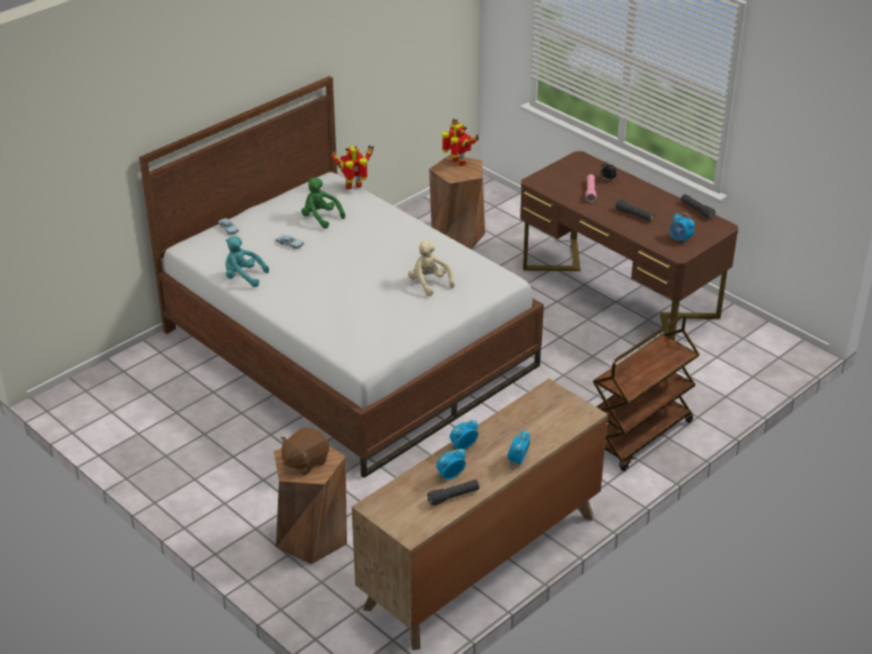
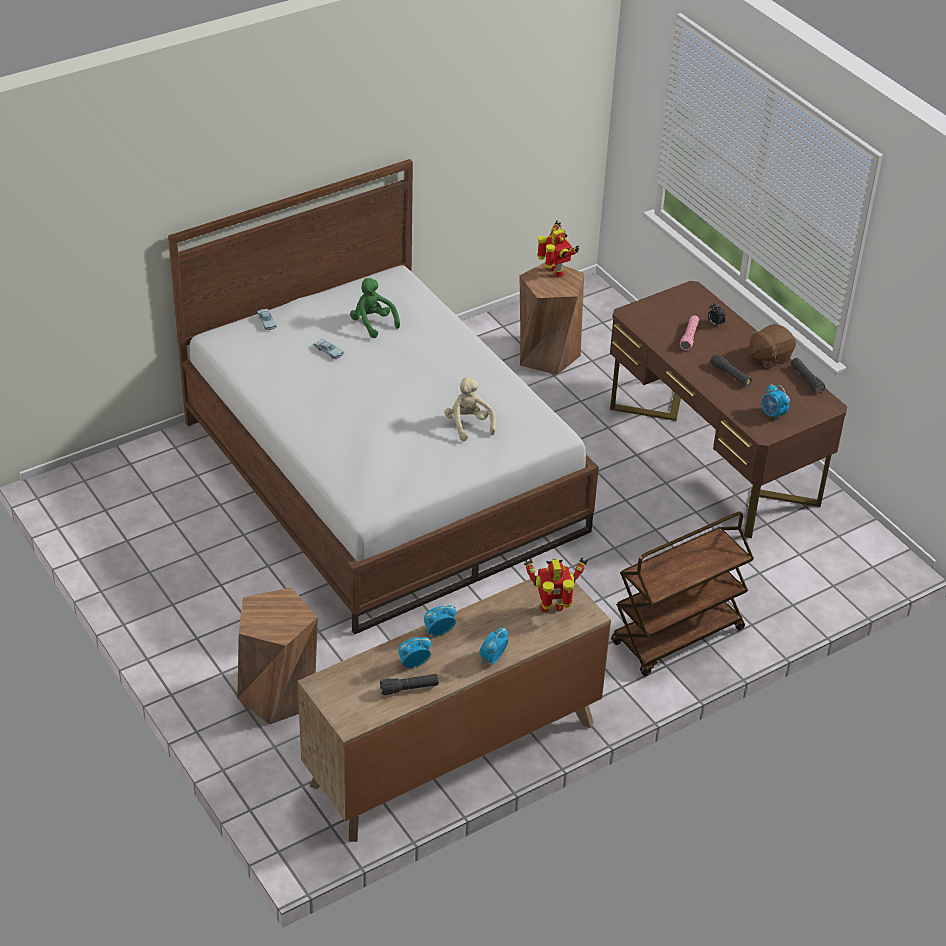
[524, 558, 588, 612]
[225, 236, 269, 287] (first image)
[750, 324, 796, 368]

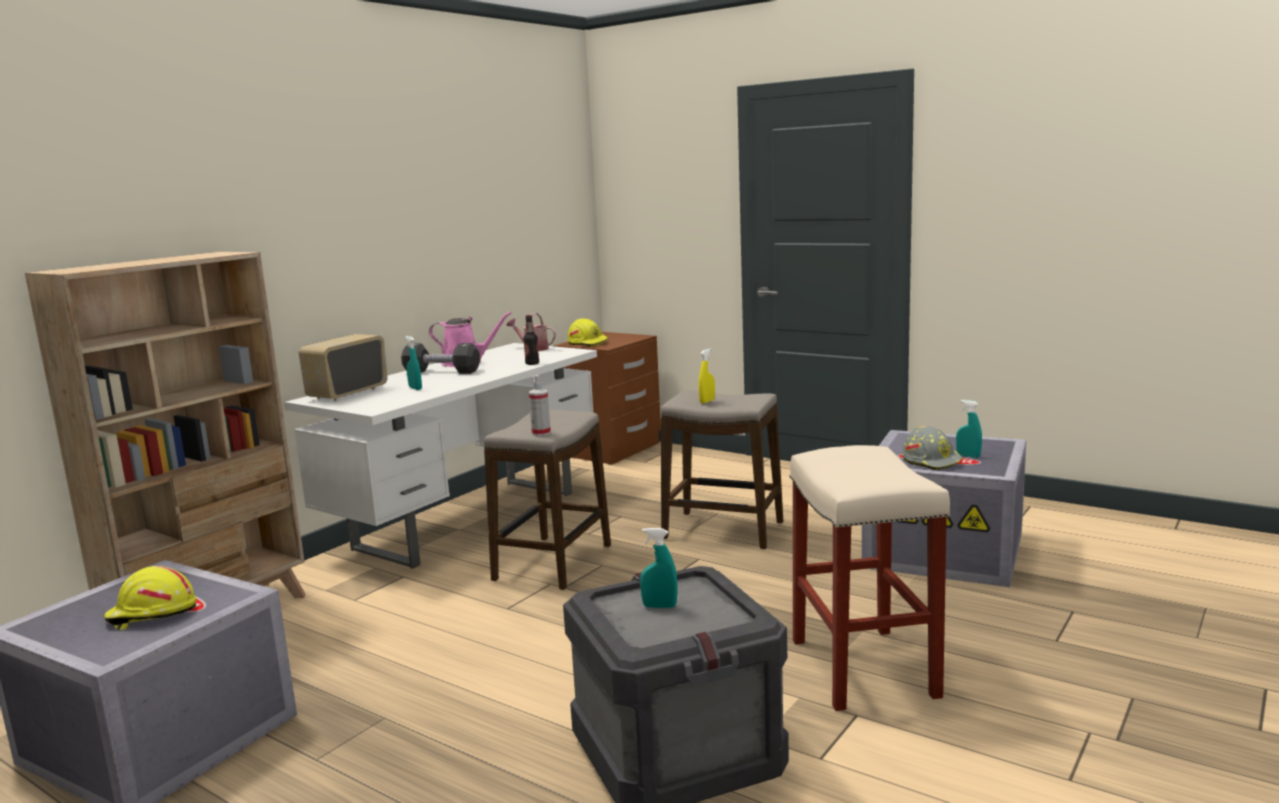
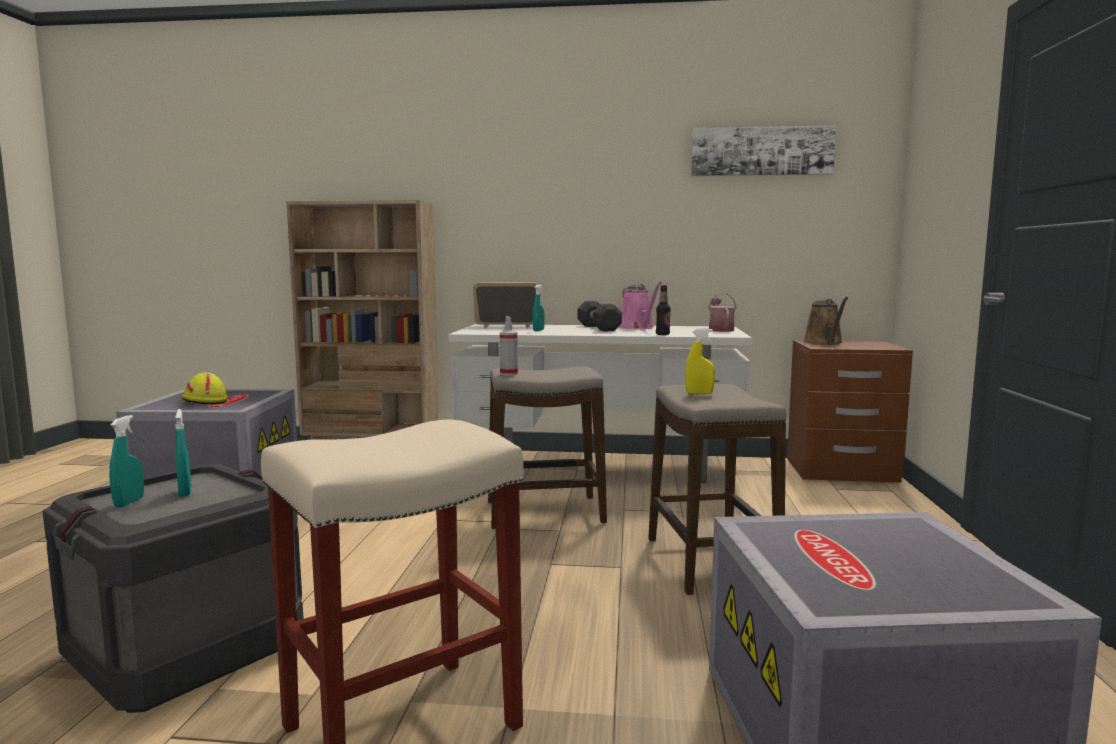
[803, 297, 848, 345]
[109, 415, 144, 507]
[902, 426, 963, 471] (first image)
[691, 125, 836, 176]

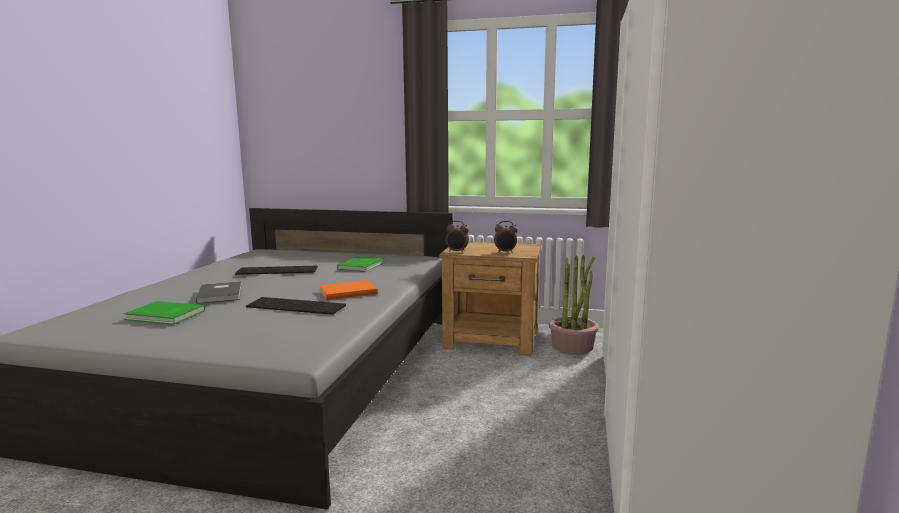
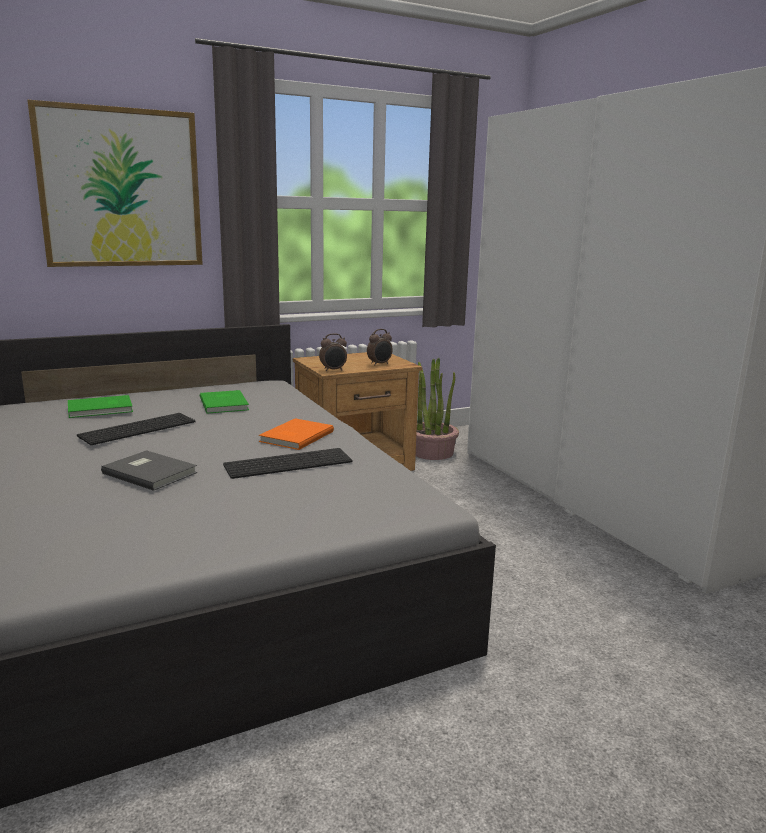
[68, 395, 133, 418]
[27, 100, 203, 267]

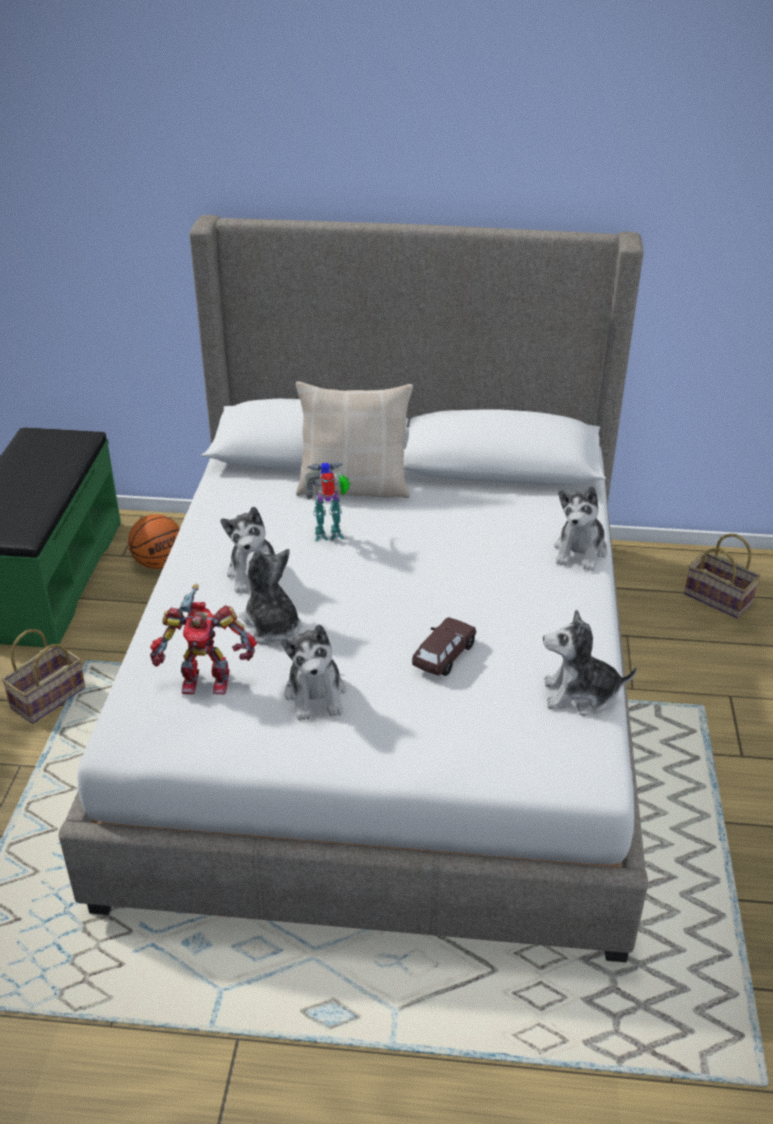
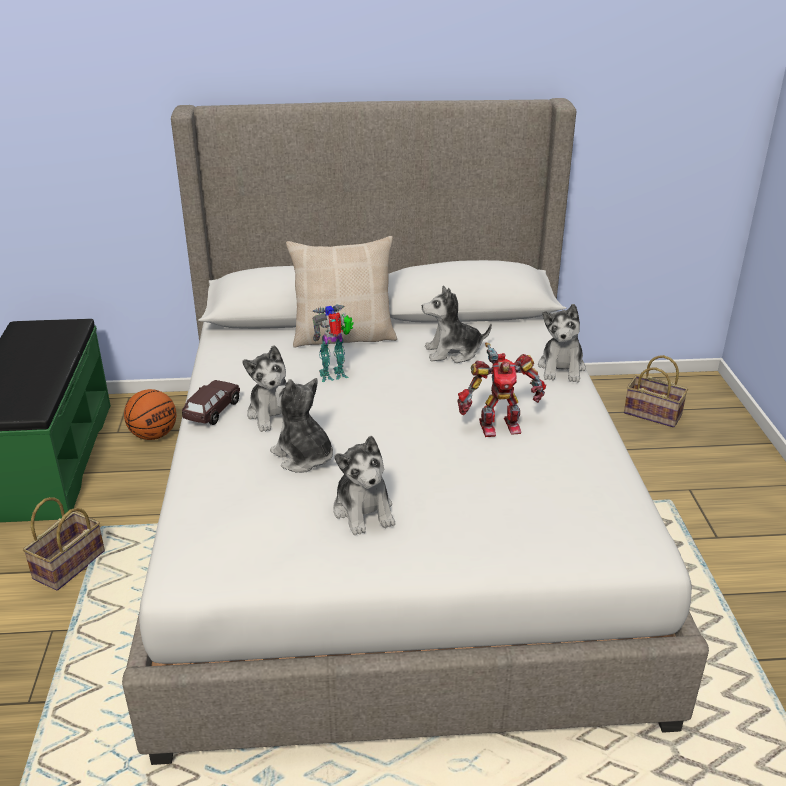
[457, 343, 546, 437]
[422, 285, 492, 363]
[182, 380, 240, 425]

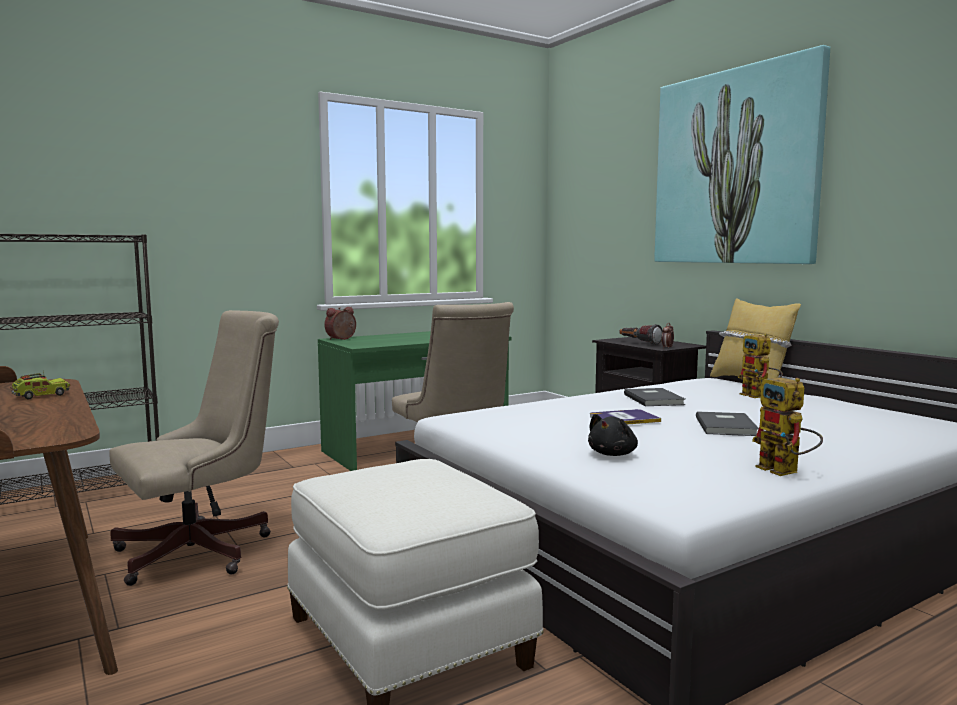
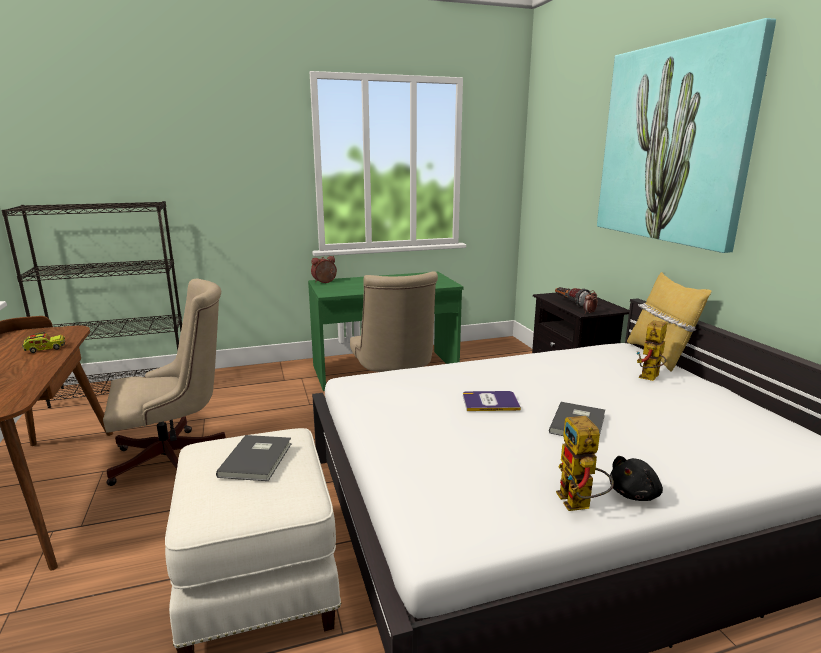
[637, 320, 667, 381]
[216, 435, 292, 481]
[609, 456, 663, 501]

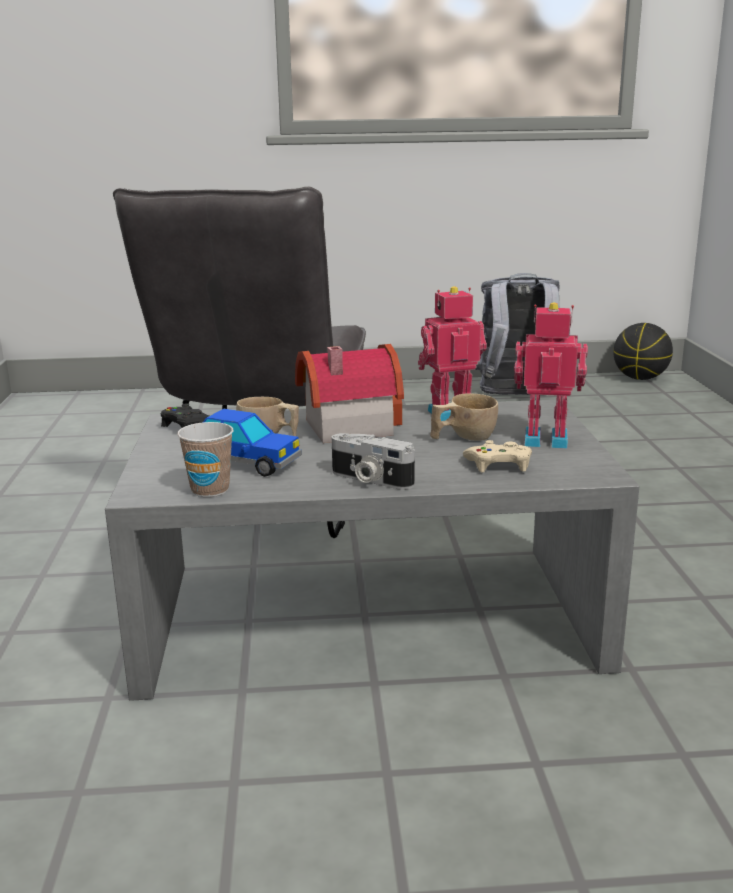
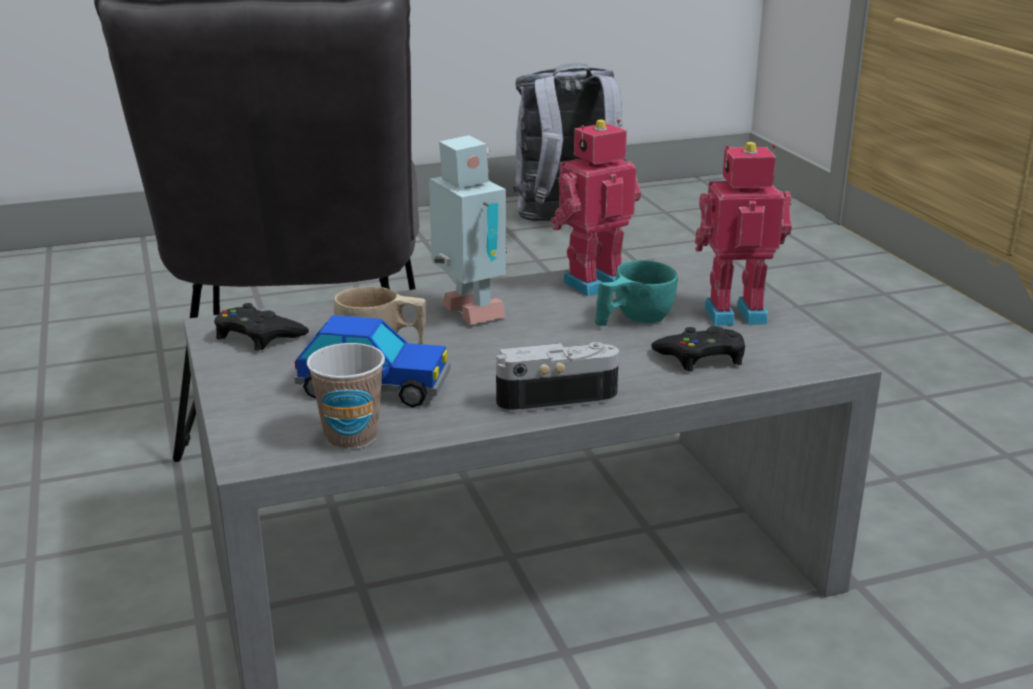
[613, 323, 673, 380] (first image)
[429, 135, 507, 325]
[595, 260, 678, 326]
[496, 342, 619, 413]
[651, 326, 745, 372]

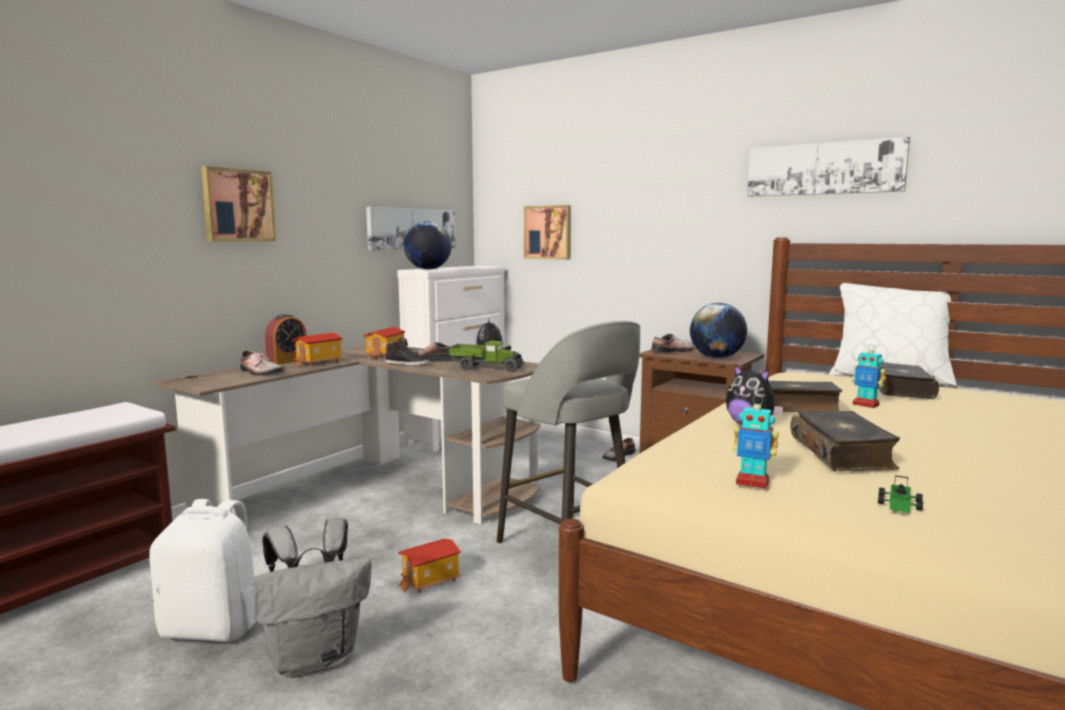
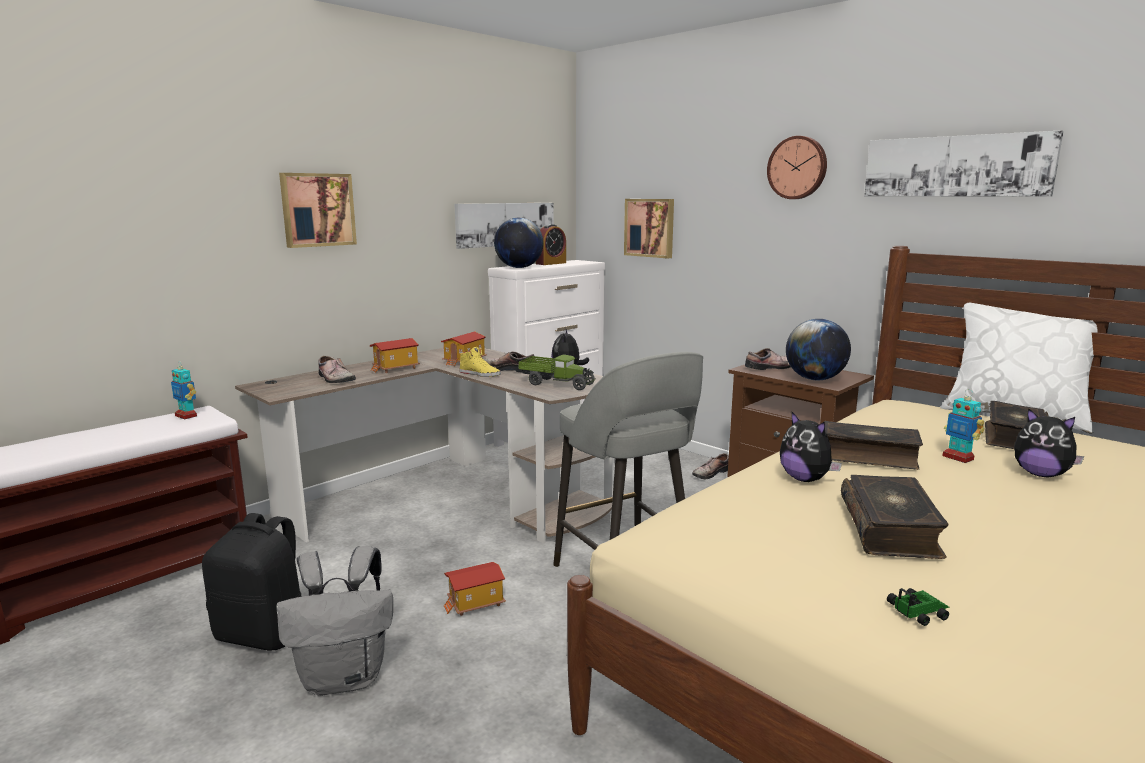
[536, 224, 566, 265]
[459, 347, 501, 377]
[171, 362, 197, 419]
[887, 588, 950, 626]
[202, 513, 302, 651]
[767, 136, 827, 199]
[1014, 408, 1085, 477]

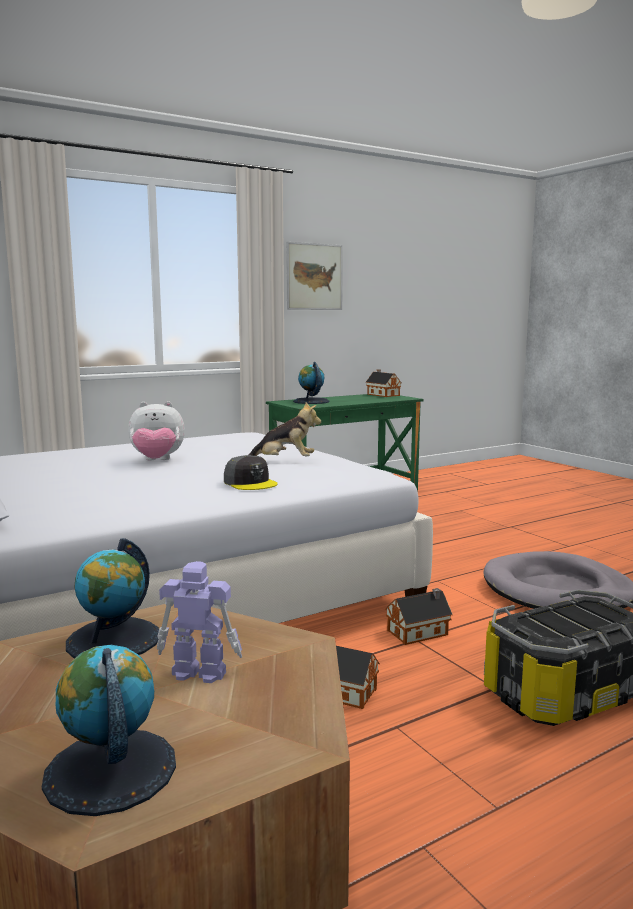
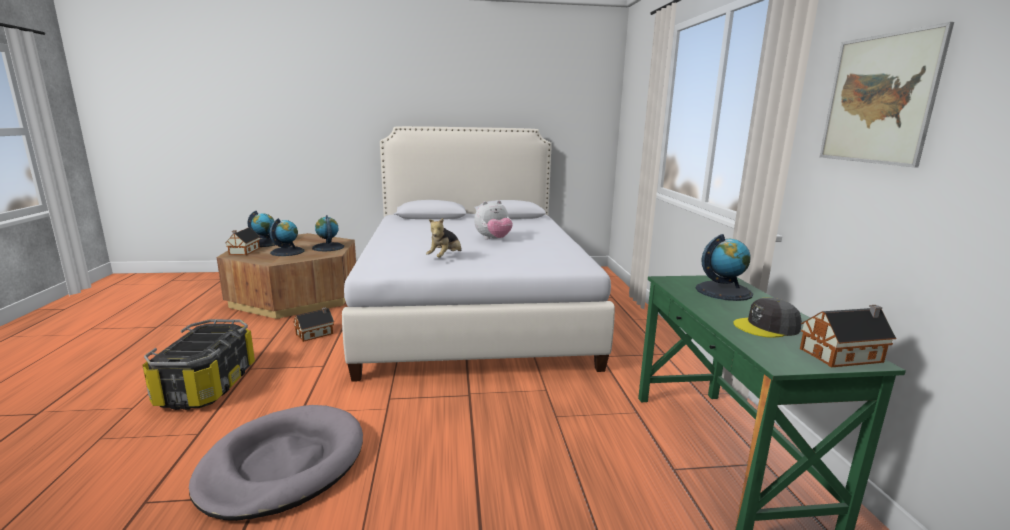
[474, 200, 513, 239]
[733, 297, 802, 338]
[270, 218, 304, 256]
[226, 228, 260, 255]

